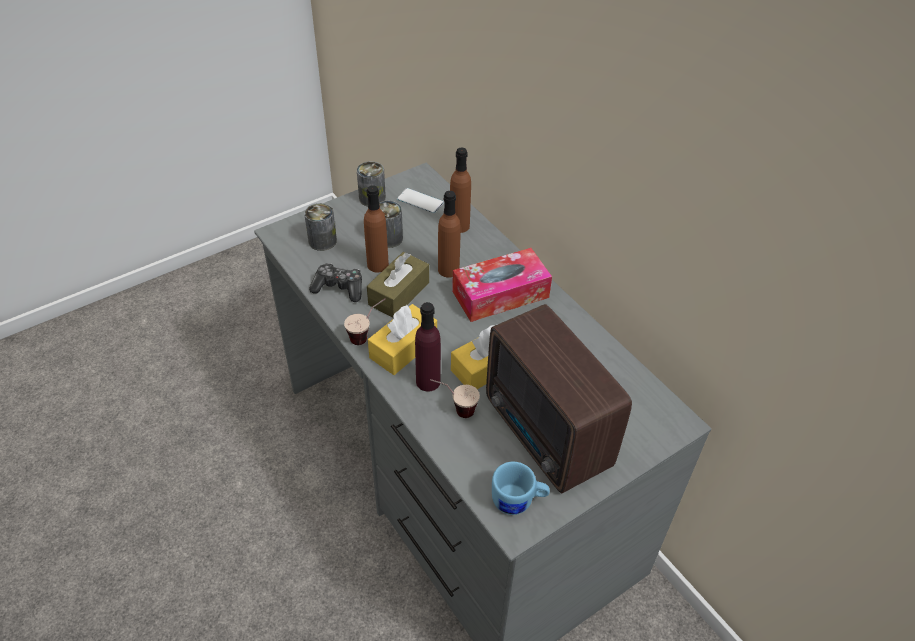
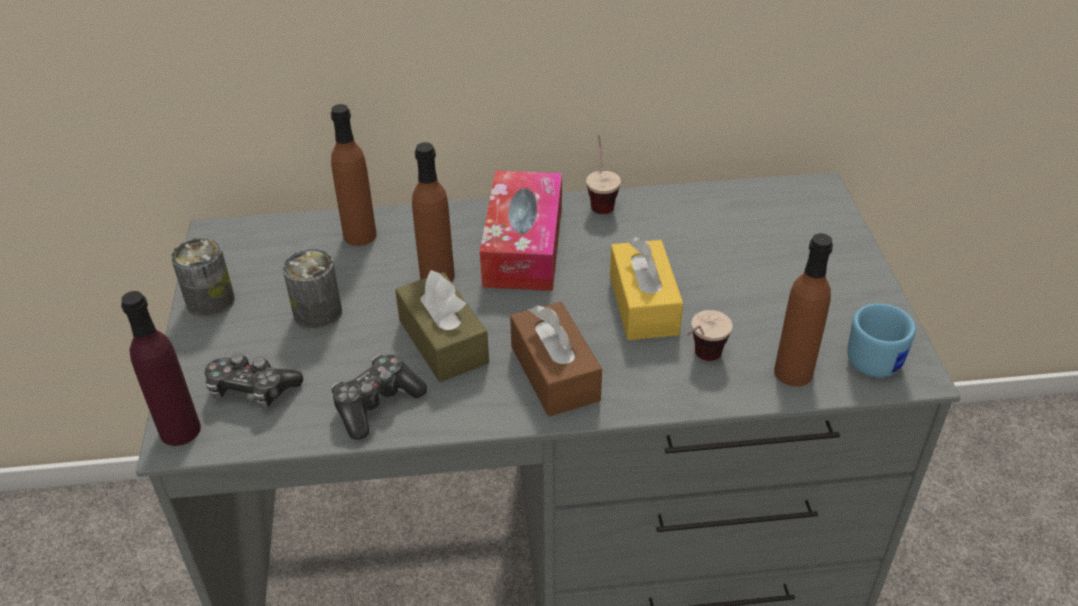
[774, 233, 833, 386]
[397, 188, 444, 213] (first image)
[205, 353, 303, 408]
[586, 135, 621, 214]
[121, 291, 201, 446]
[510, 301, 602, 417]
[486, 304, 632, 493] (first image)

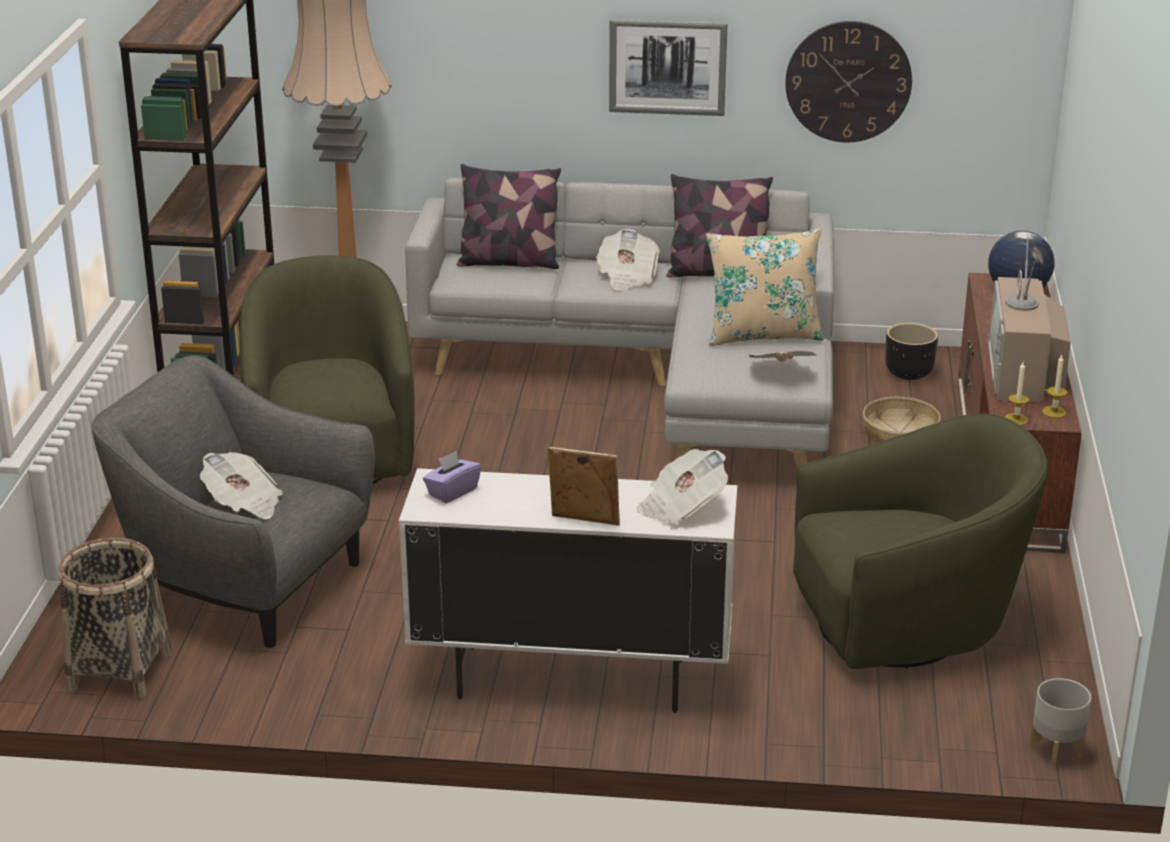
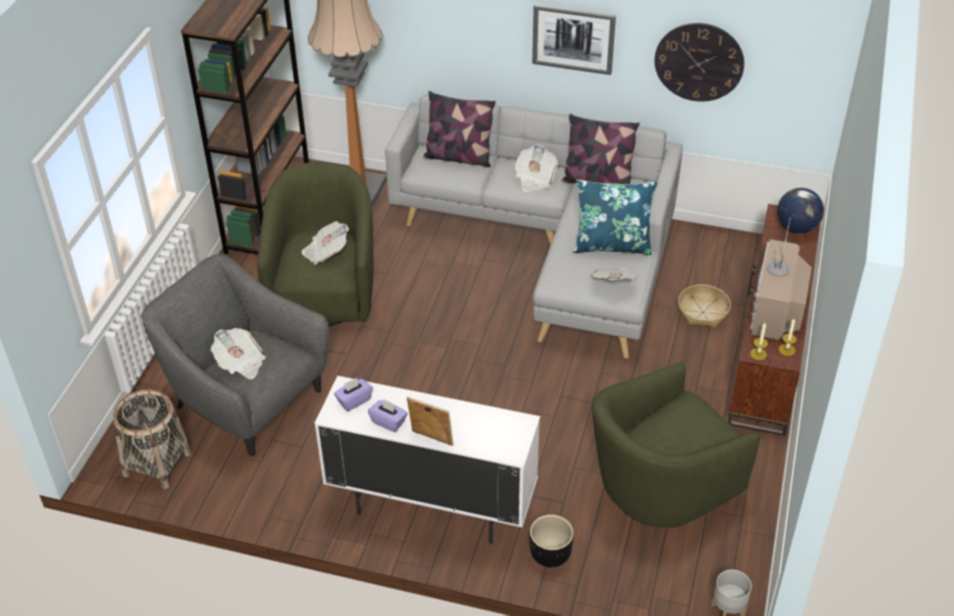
[573, 179, 657, 255]
[529, 515, 574, 567]
[592, 362, 761, 528]
[301, 221, 349, 265]
[368, 399, 408, 432]

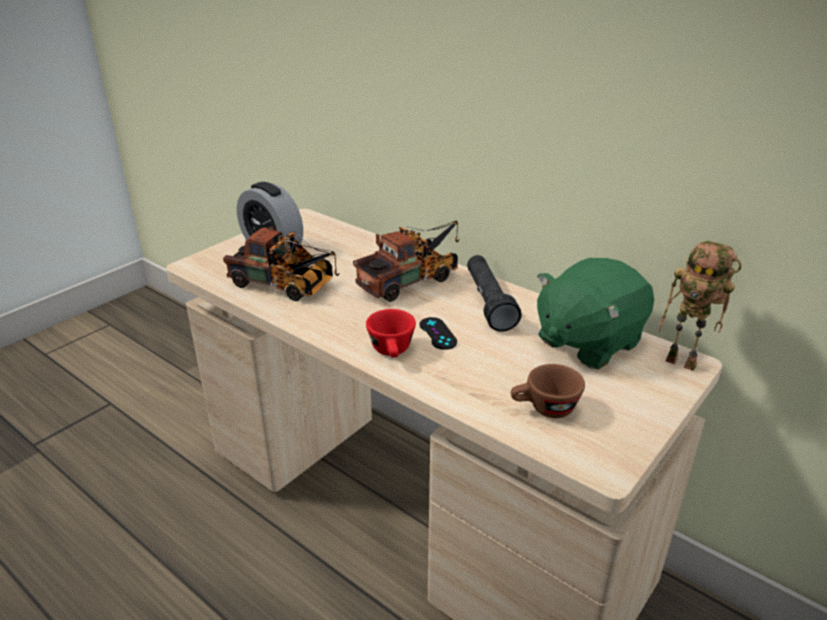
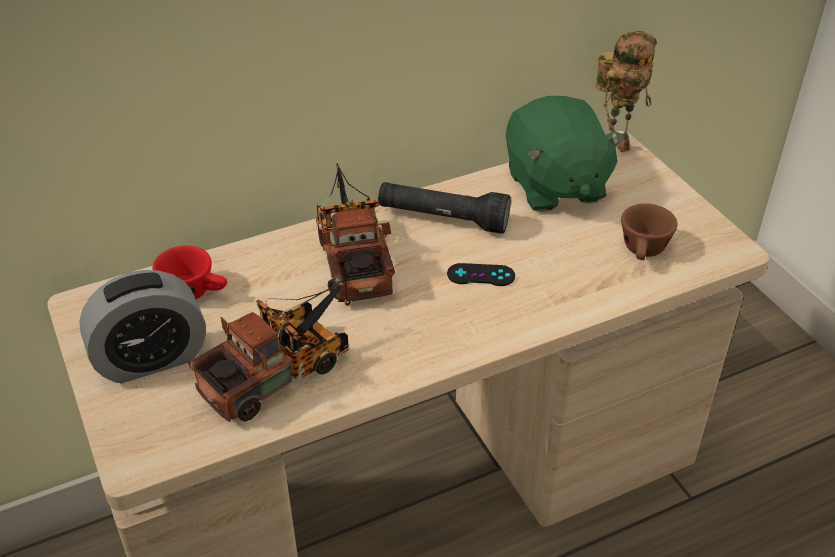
[152, 245, 227, 299]

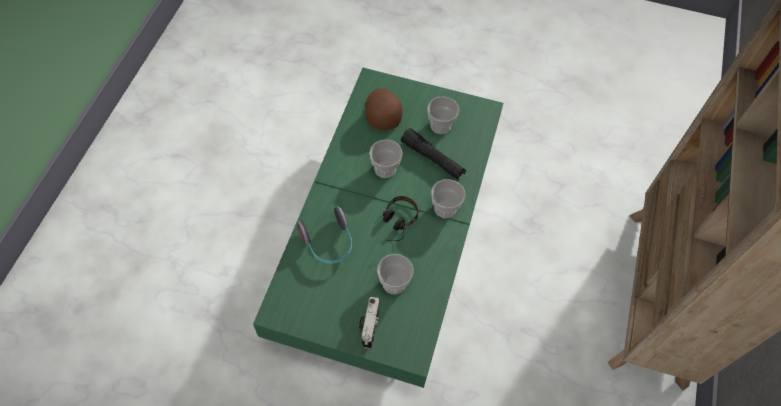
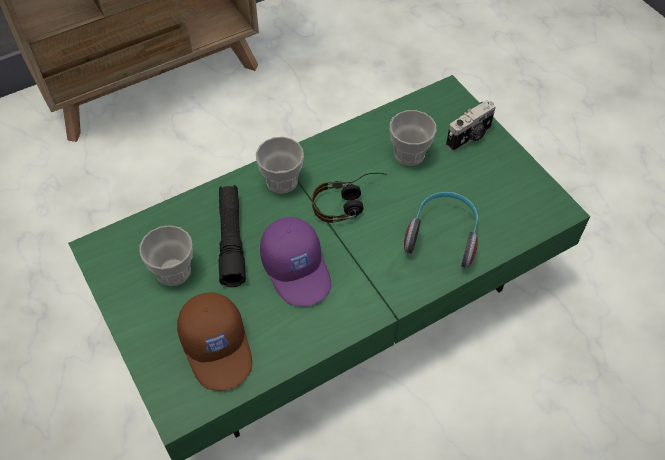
[177, 292, 252, 391]
[260, 217, 331, 306]

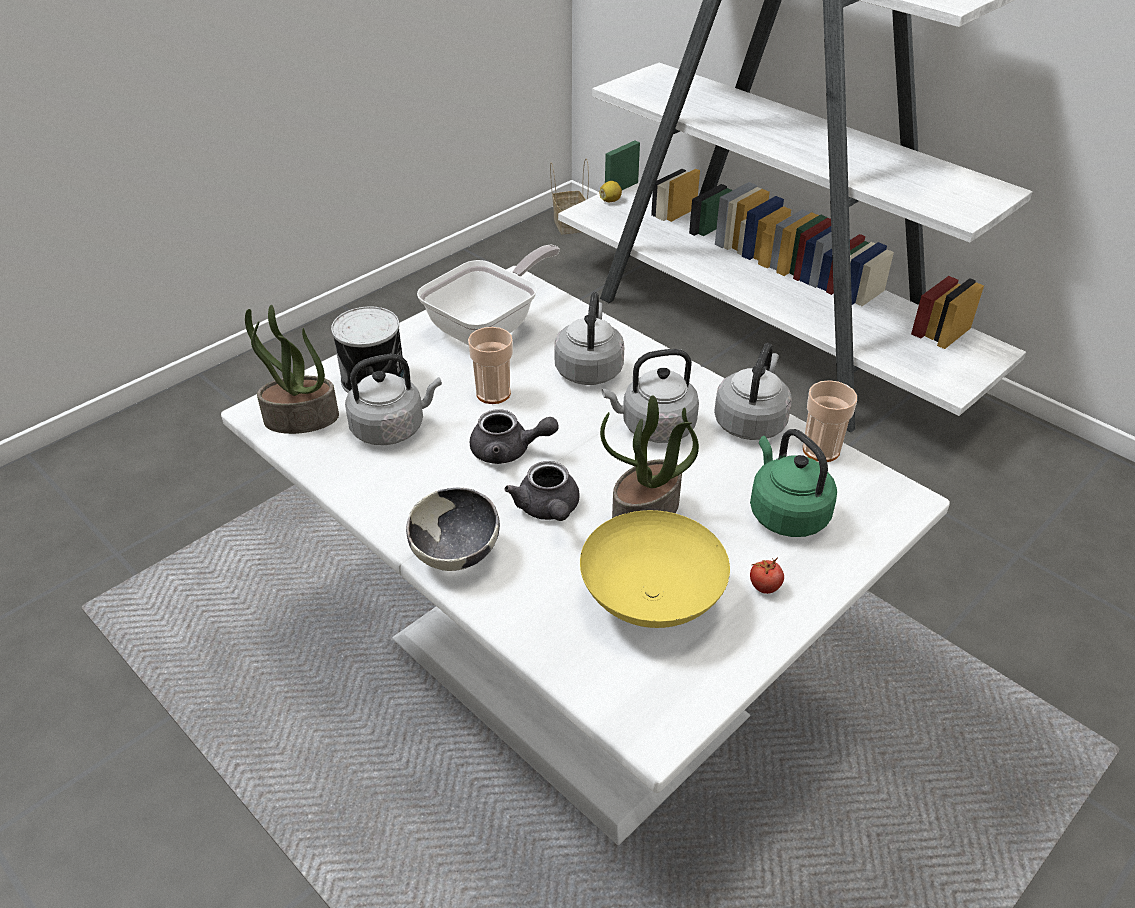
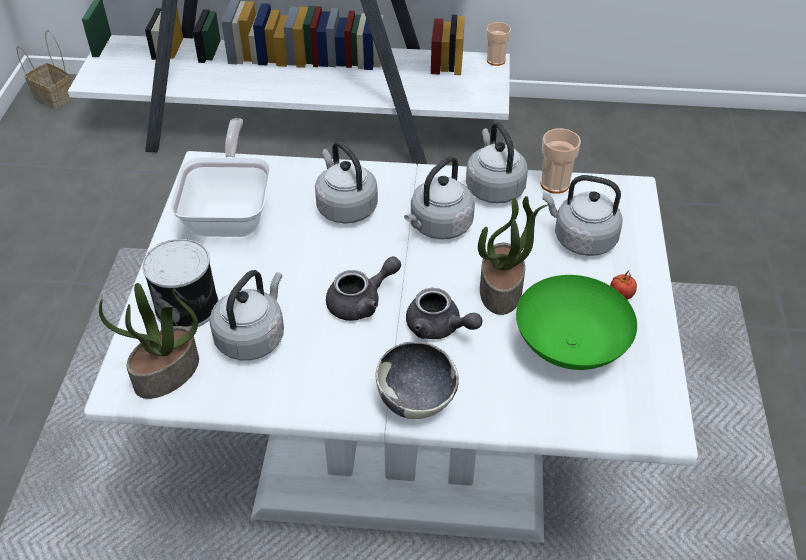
[599, 181, 622, 202] (first image)
[486, 22, 511, 66]
[543, 175, 623, 256]
[516, 275, 637, 370]

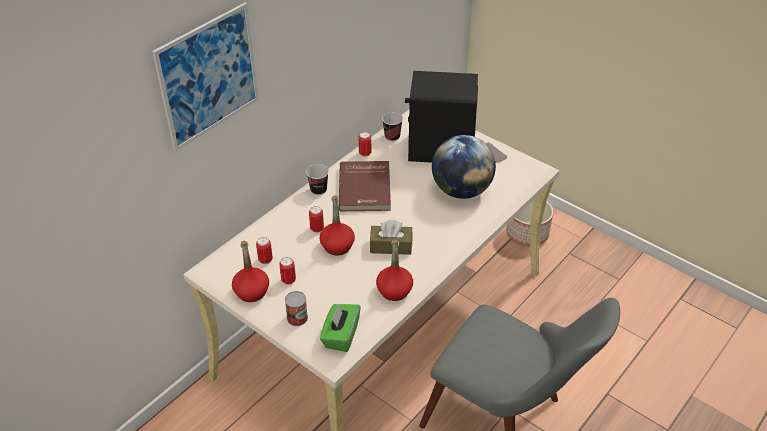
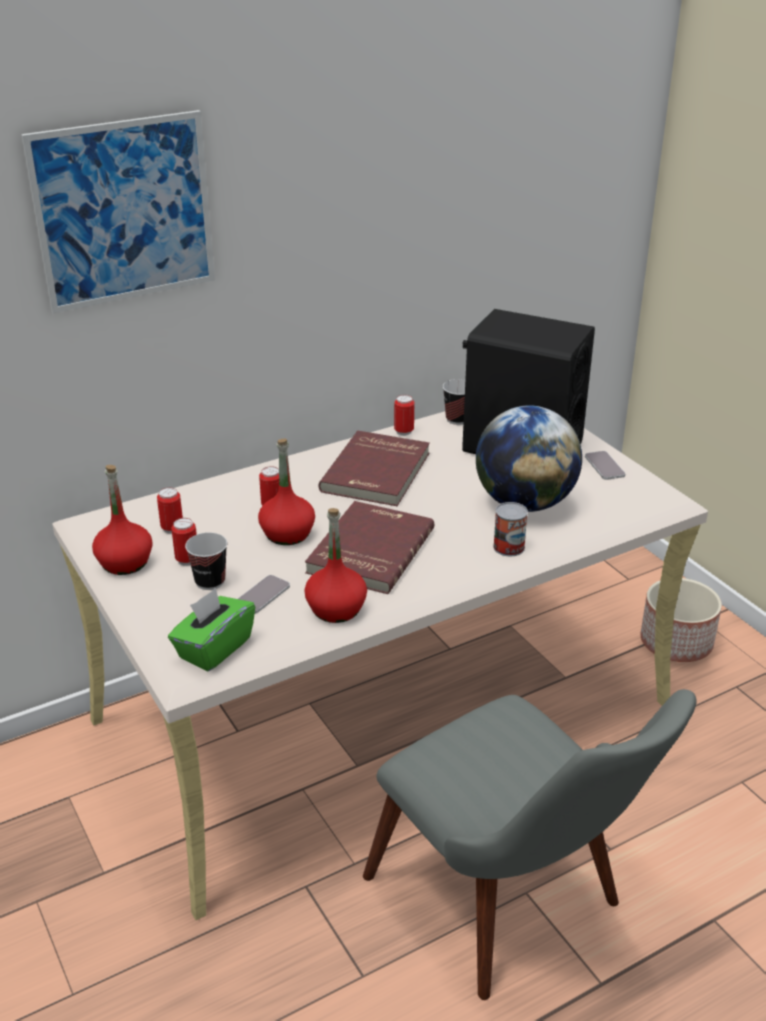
[185, 532, 227, 590]
[305, 501, 434, 594]
[493, 502, 528, 556]
[238, 575, 290, 614]

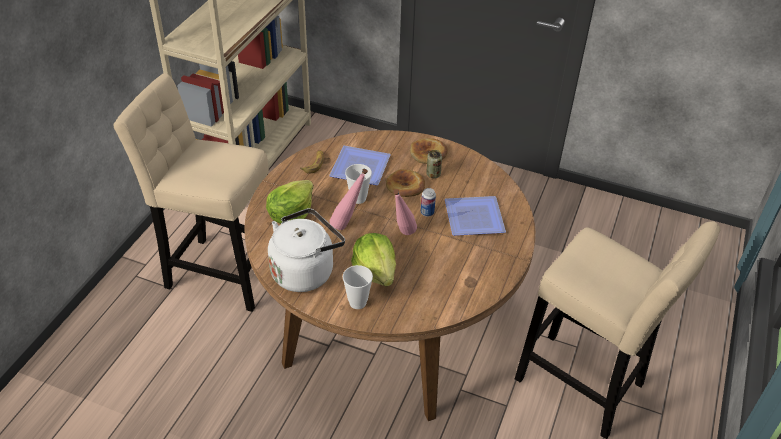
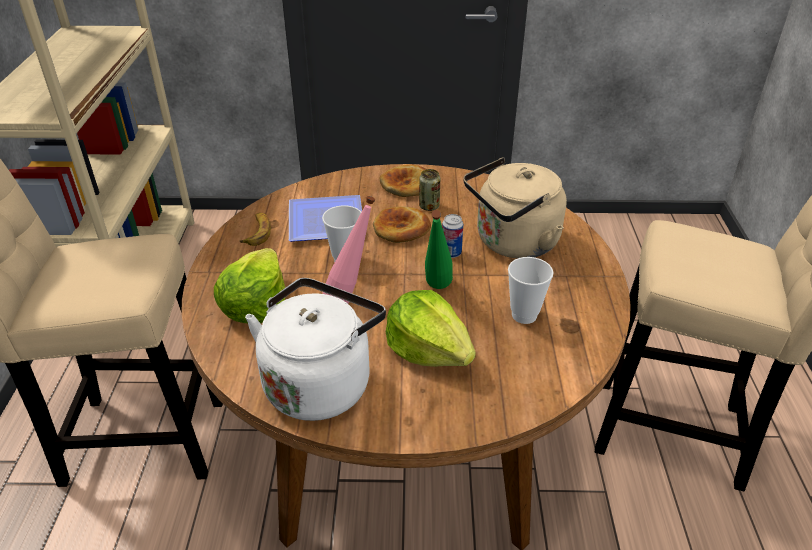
[425, 210, 453, 289]
[463, 157, 567, 258]
[508, 257, 553, 324]

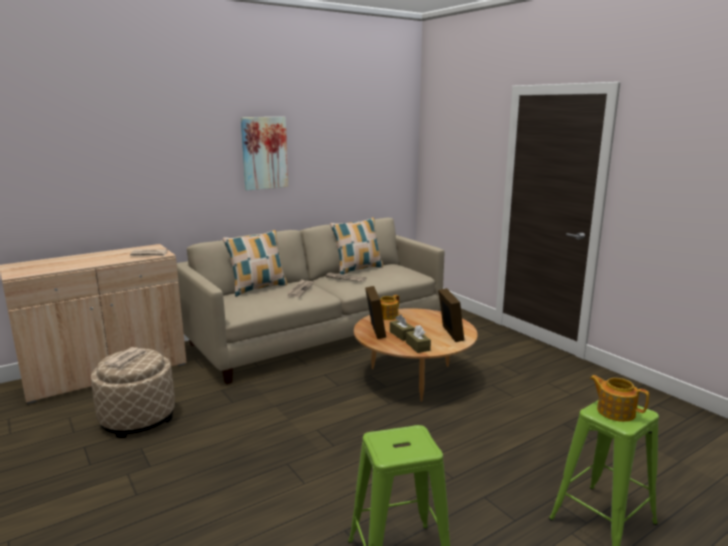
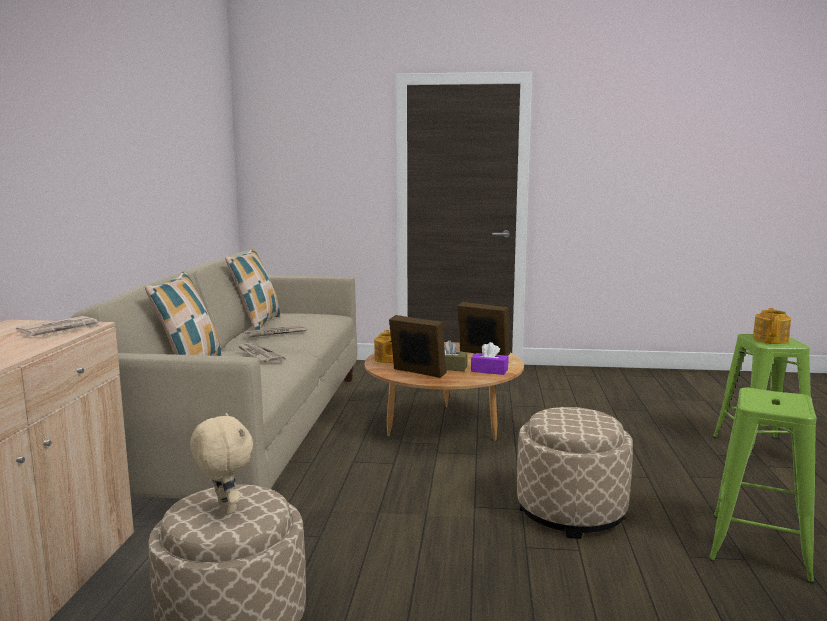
[241, 117, 288, 190] (first image)
[471, 342, 508, 375]
[190, 413, 253, 515]
[753, 308, 791, 344]
[517, 407, 633, 539]

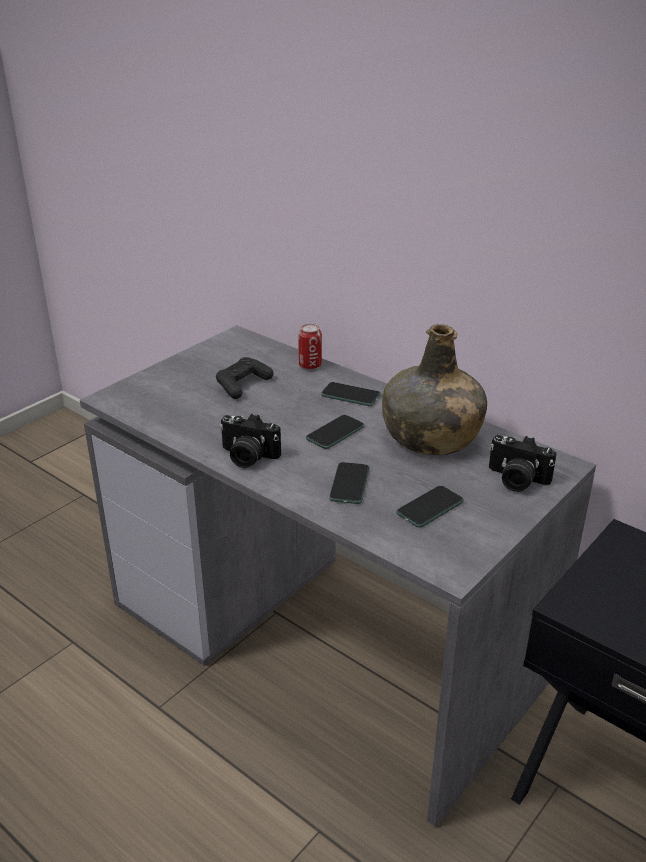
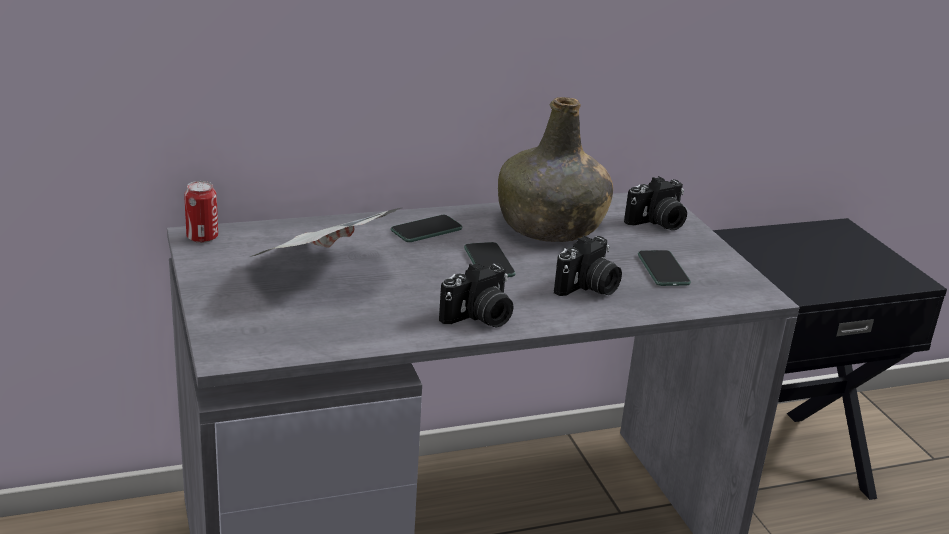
[184, 181, 218, 243]
[250, 208, 402, 257]
[554, 235, 622, 296]

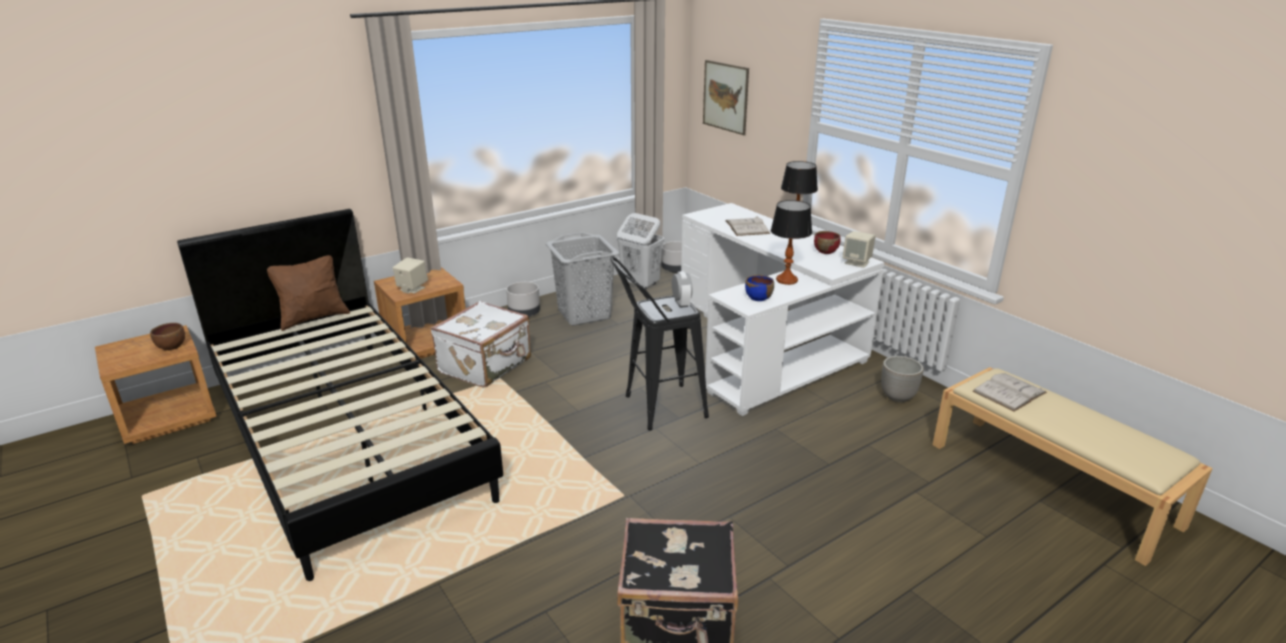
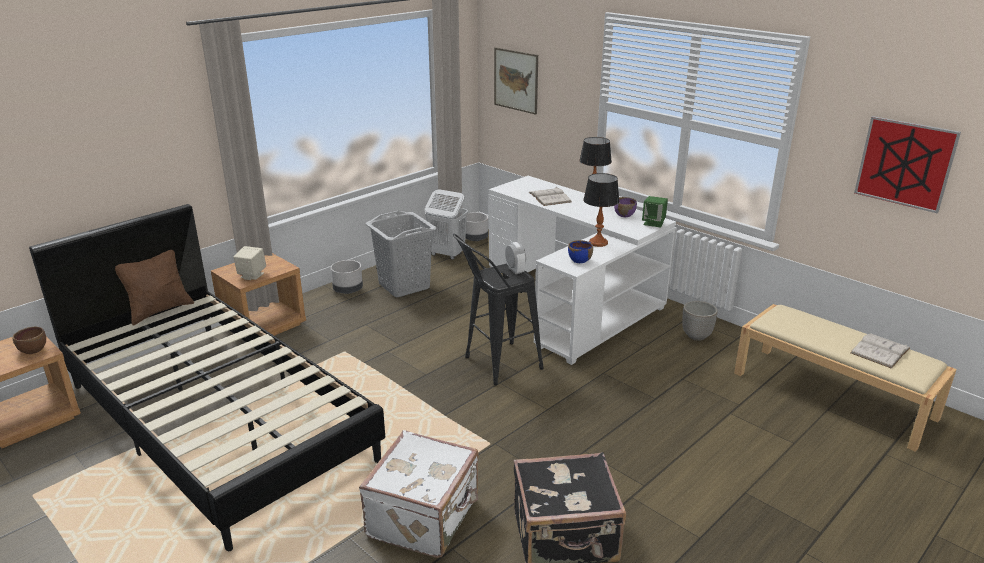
[614, 197, 637, 217]
[642, 196, 668, 227]
[359, 430, 479, 558]
[850, 333, 910, 368]
[854, 116, 961, 213]

